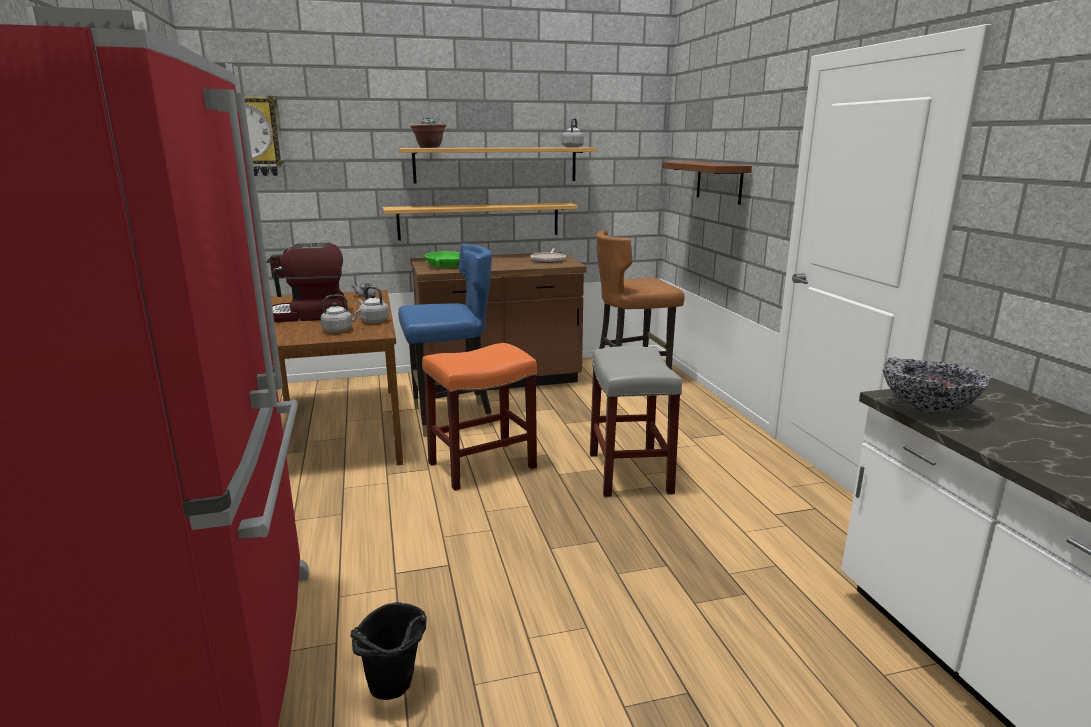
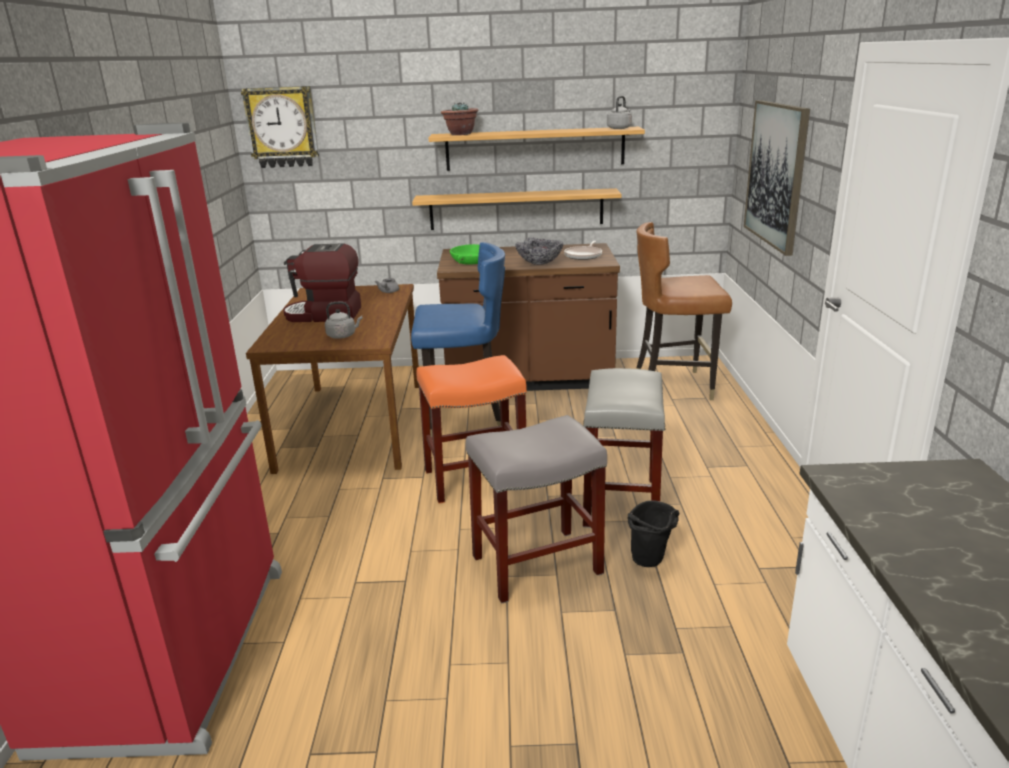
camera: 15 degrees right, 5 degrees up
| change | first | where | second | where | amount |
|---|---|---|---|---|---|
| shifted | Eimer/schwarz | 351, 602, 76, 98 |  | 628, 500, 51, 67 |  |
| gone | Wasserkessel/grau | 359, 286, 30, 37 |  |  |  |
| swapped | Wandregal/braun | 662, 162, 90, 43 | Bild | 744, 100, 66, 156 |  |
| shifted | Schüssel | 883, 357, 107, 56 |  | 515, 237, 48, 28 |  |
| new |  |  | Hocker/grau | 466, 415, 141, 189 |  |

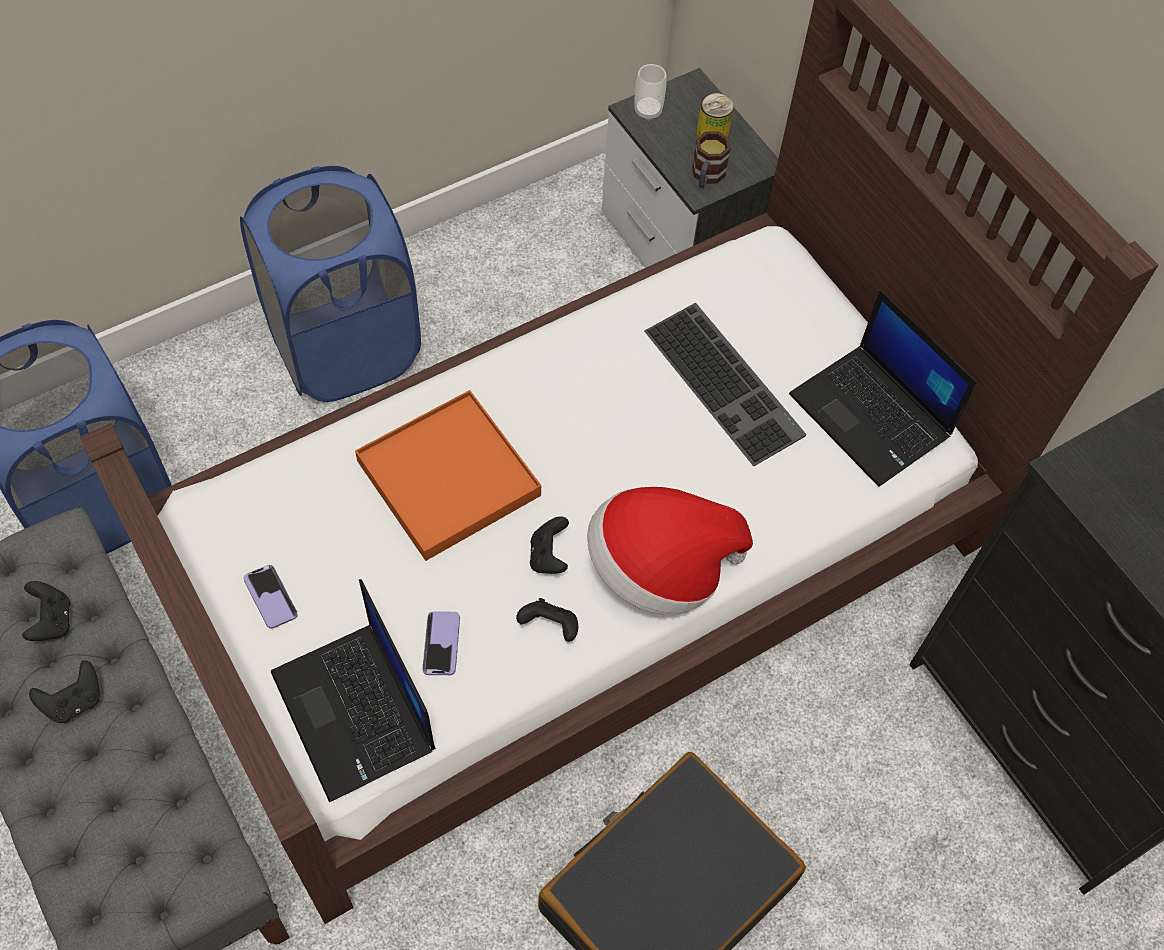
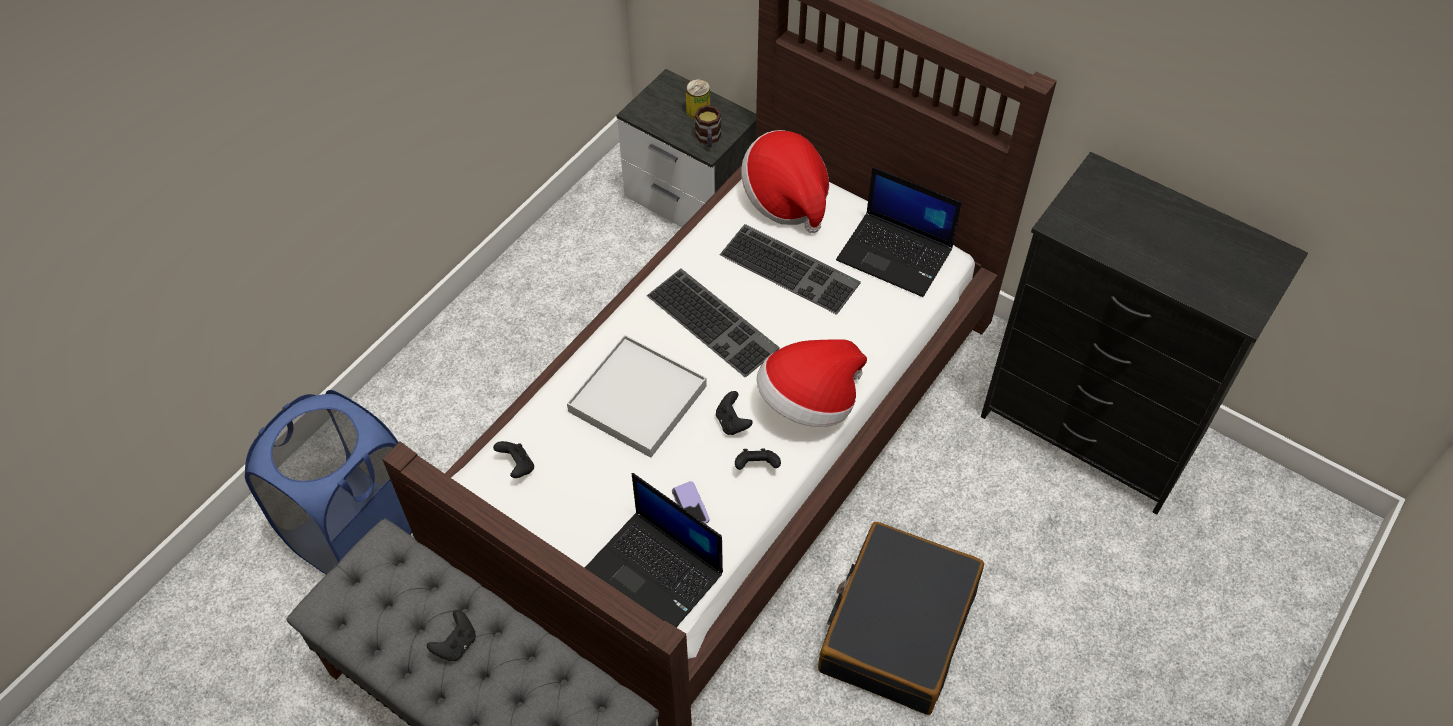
camera: 20 degrees left, 5 degrees down
| change | first | where | second | where | amount |
|---|---|---|---|---|---|
| shifted | Gamepad/schwarz | 22, 581, 48, 60 |  | 493, 441, 41, 37 |  |
| gone | Wäschekorb/blau | 240, 166, 181, 236 |  |  |  |
| gone | Handy | 244, 565, 54, 64 |  |  |  |
| repainted | Tablett/orange | 355, 390, 186, 171 | Tablett/weiß | 567, 335, 140, 123 |  |
| gone | Tasse | 634, 64, 33, 57 |  |  |  |
| new |  |  | Tastatur | 647, 269, 133, 108 |  |
| new |  |  | Hut | 741, 130, 88, 103 |  |

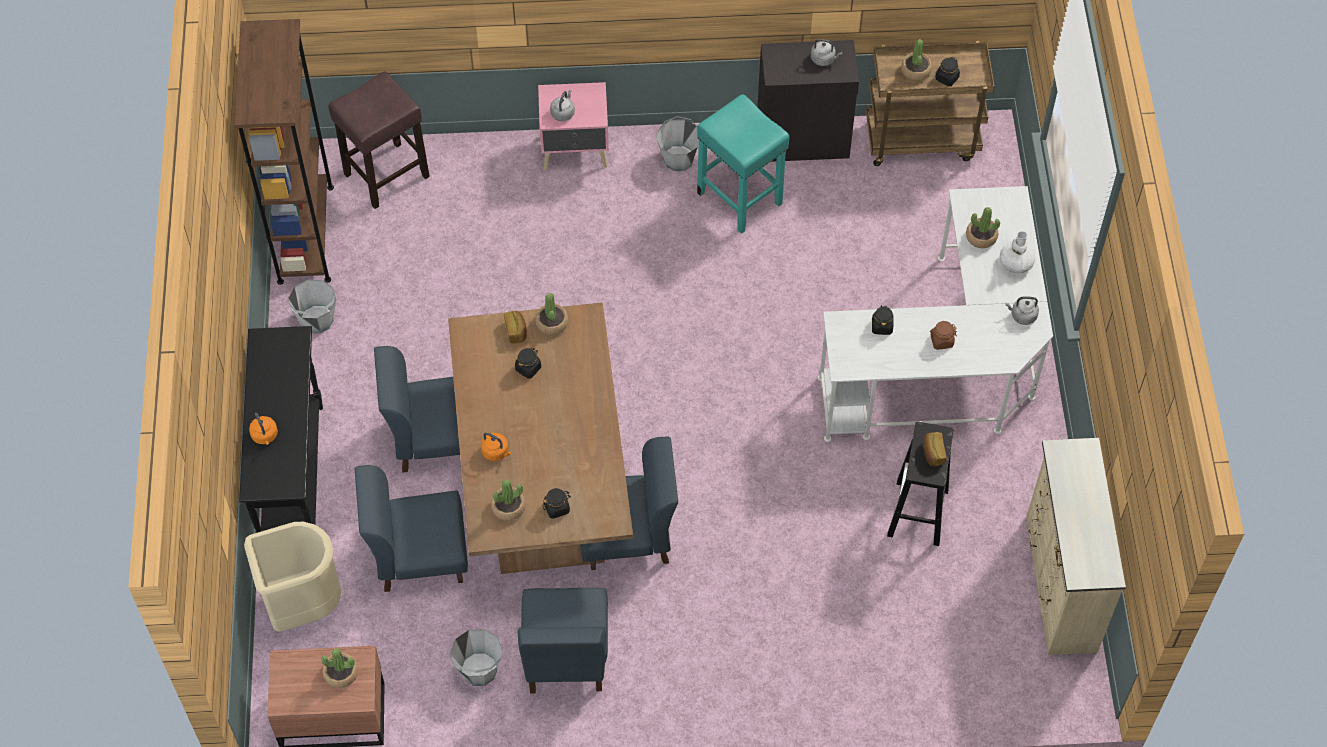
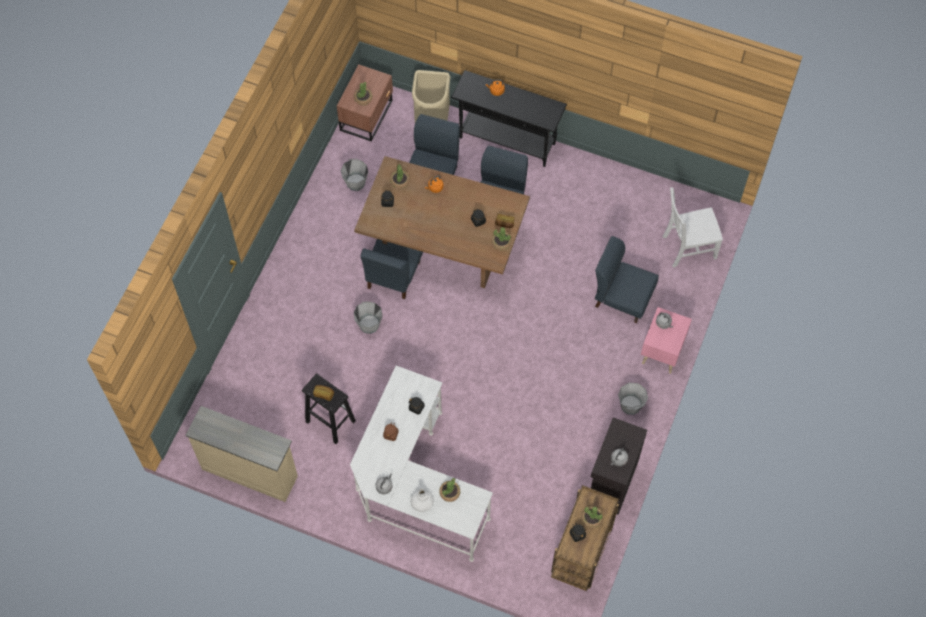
camera: 115 degrees right, 5 degrees up
| change | first | where | second | where | amount |
|---|---|---|---|---|---|
| gone | Bücherregal/braun | 234, 19, 100, 266 |  |  |  |
| shifted | Eimer/grau | 288, 280, 48, 53 |  | 354, 301, 29, 33 |  |
| swapped | Hocker/braun | 329, 71, 101, 138 | Stuhl/weiß | 663, 187, 60, 81 |  |
| shifted | Stuhl/blau | 518, 588, 90, 106 |  | 595, 236, 64, 87 |  |
| gone | Hocker/türkis | 697, 94, 92, 140 |  |  |  |

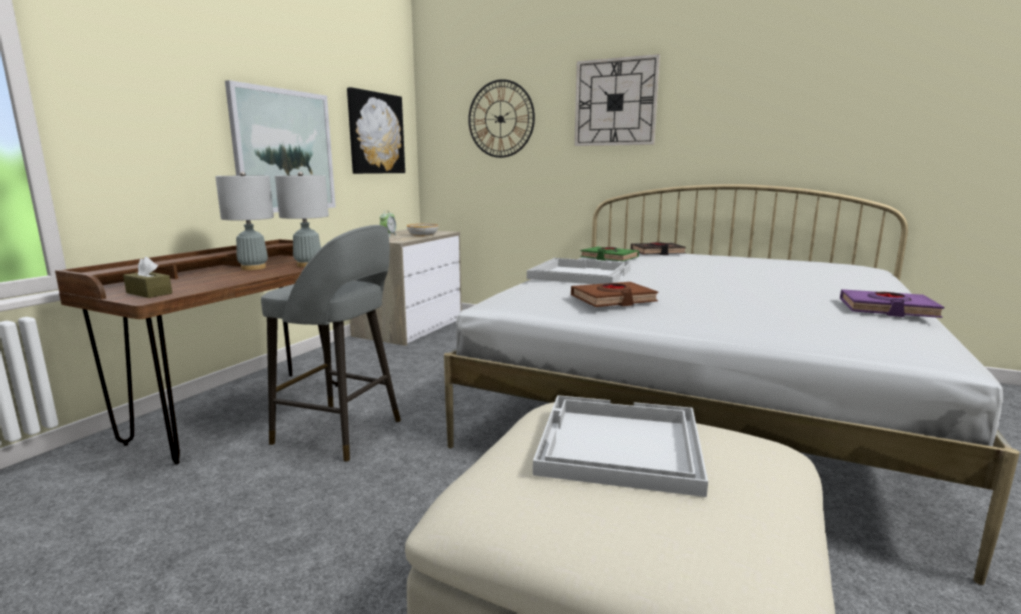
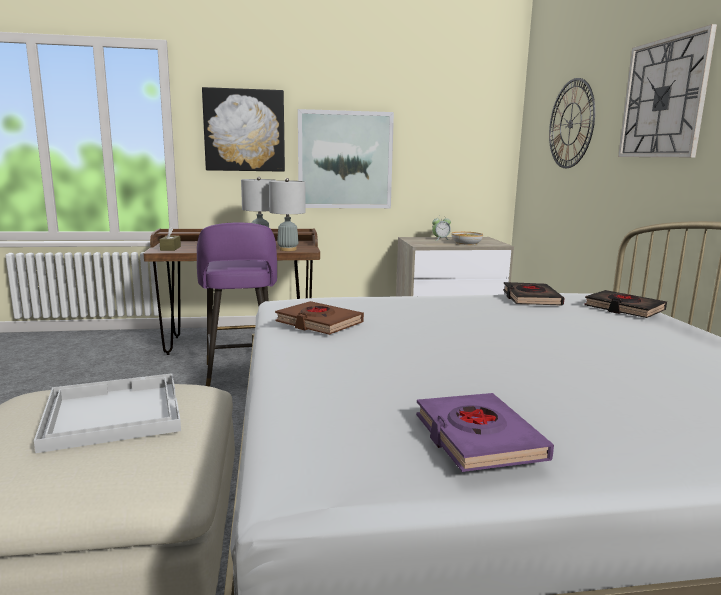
camera: 55 degrees right, 0 degrees up
| change | first | where | second | where | amount |
|---|---|---|---|---|---|
| repainted | Hocker/grau | 261, 225, 140, 237 | Hocker/lila | 197, 223, 80, 164 |  |
| shifted | Bild | 347, 87, 58, 87 |  | 202, 87, 83, 85 |  |
| gone | Tablett/weiß | 527, 258, 104, 26 |  |  |  |
| repainted | Buch/grün | 580, 247, 59, 14 | Buch/schwarz | 503, 282, 61, 23 |  |

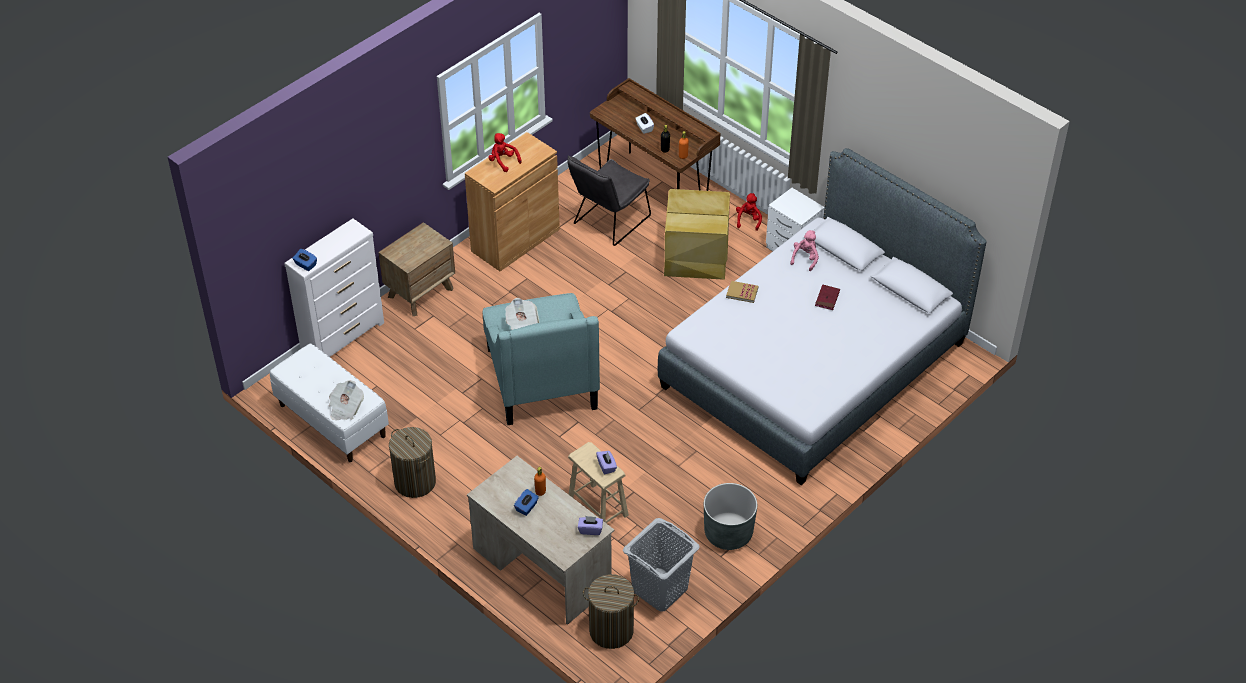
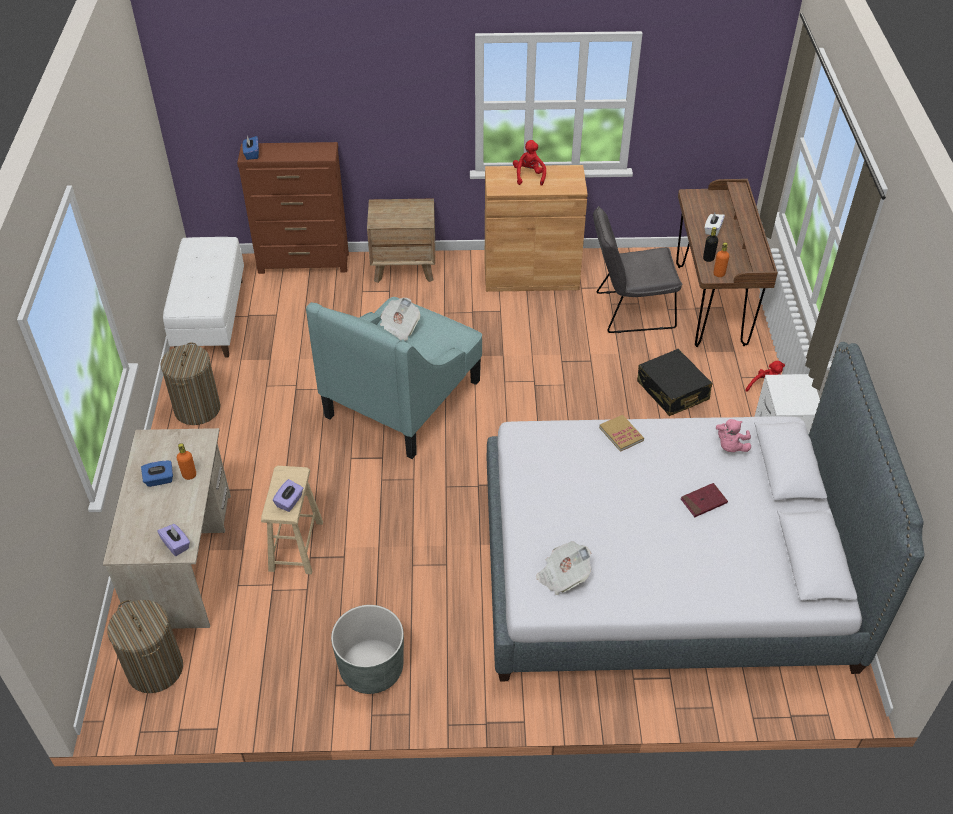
camera: 45 degrees right, 0 degrees up
| change | first | where | second | where | amount |
|---|---|---|---|---|---|
| repainted | Kommode/weiß | 284, 218, 100, 139 | Kommode/braun | 237, 142, 112, 132 |  |
| shifted | Zeitung | 329, 380, 35, 40 |  | 536, 541, 55, 54 |  |
| gone | Wäschekorb/grau | 623, 518, 77, 94 |  |  |  |
| swapped | Aufbewahrungsbox/beige | 664, 189, 66, 91 | Koffer/schwarz | 637, 349, 75, 67 |  |
| rotated | Plüschtier/rosa | 790, 230, 29, 41 |  | 716, 419, 35, 33 | 135 degrees clockwise |

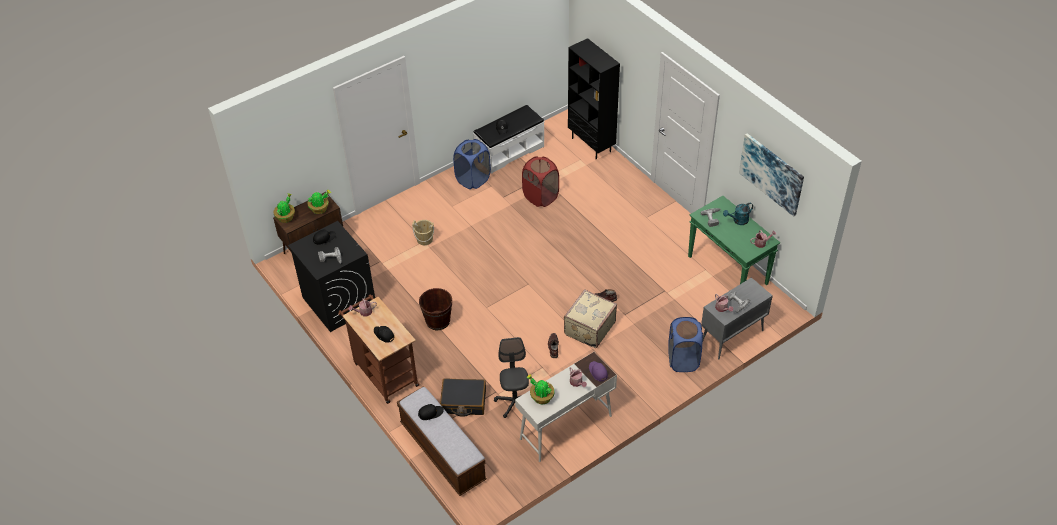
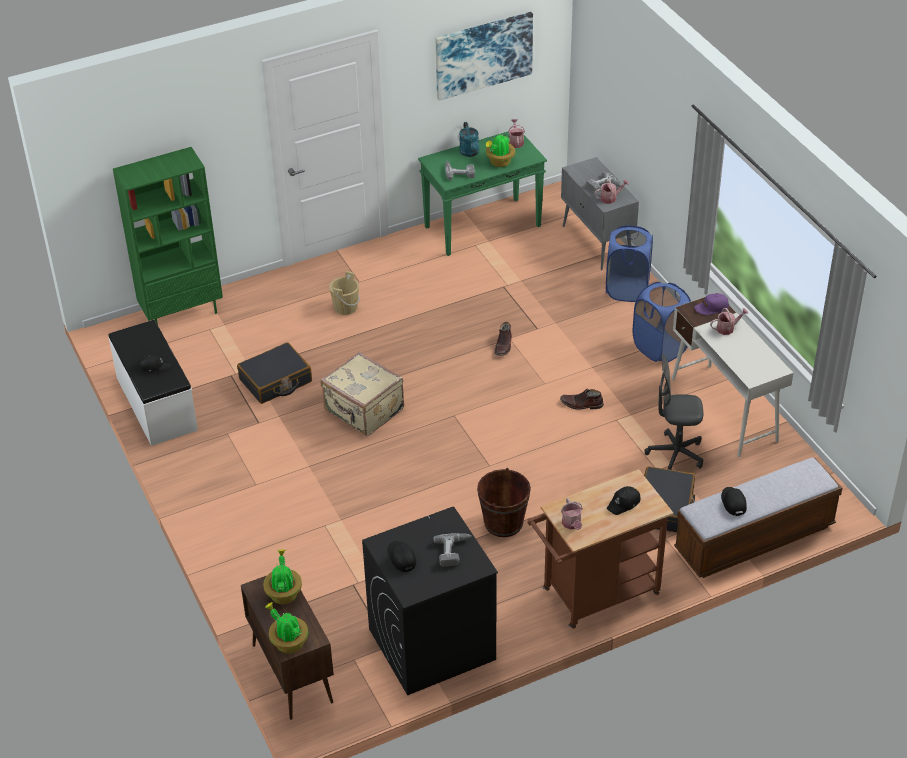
camera: 80 degrees left, 5 degrees down
| change | first | where | second | where | amount |
|---|---|---|---|---|---|
| shifted | Eimer/beige | 412, 220, 22, 25 |  | 329, 271, 31, 44 |  |
| shifted | Wäschekorb/blau | 453, 139, 38, 50 |  | 633, 282, 58, 80 |  |
| swapped | Wäschekorb/rot | 522, 156, 37, 51 | Koffer/schwarz | 237, 342, 75, 62 |  |
| shifted | Topfpflanze | 527, 374, 28, 30 |  | 486, 134, 29, 33 |  |
| shifted | Koffer/beige | 564, 289, 53, 59 |  | 321, 352, 83, 84 |  |
| repainted | Bücherregal/schwarz | 568, 38, 52, 122 | Bücherregal/grün | 113, 147, 110, 178 |  |

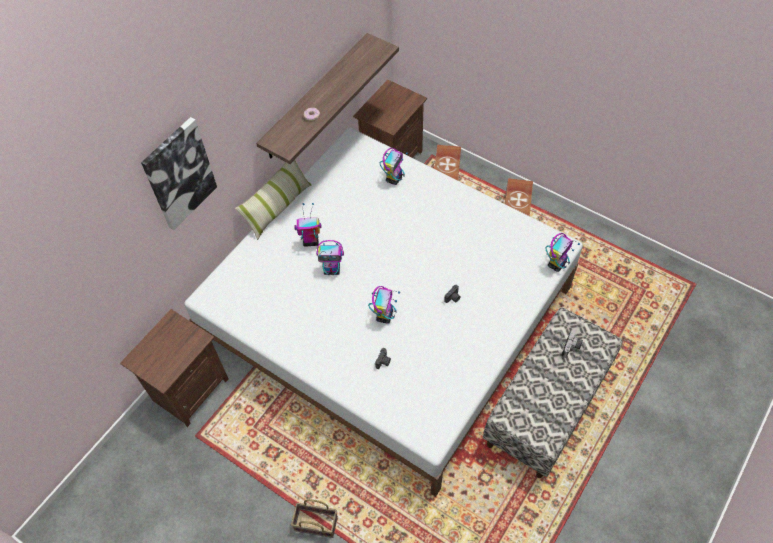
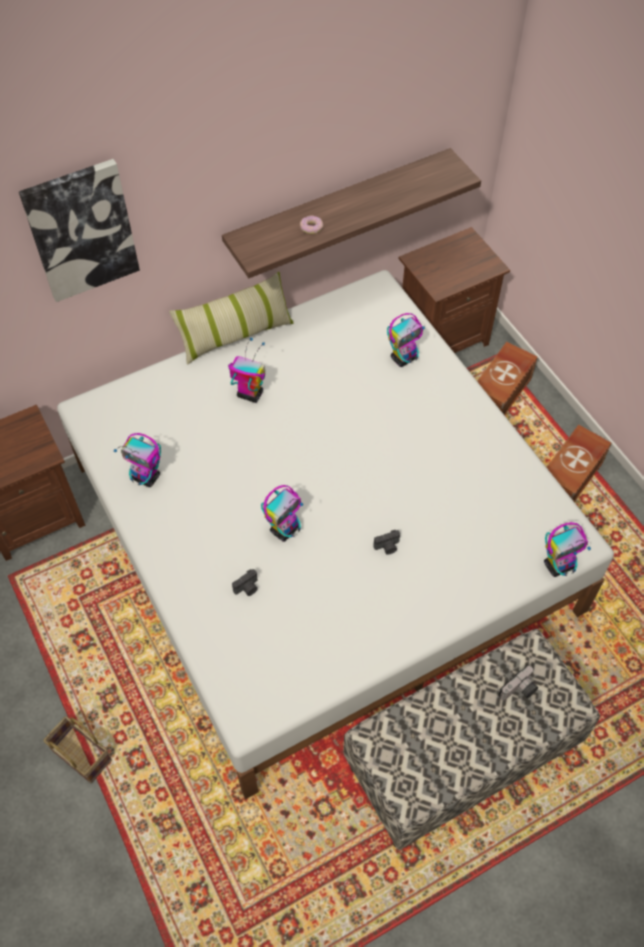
camera: 25 degrees right, 0 degrees up
| change | first | where | second | where | amount |
|---|---|---|---|---|---|
| shifted | Spielzeugroboter | 316, 240, 28, 35 |  | 114, 433, 47, 54 |  |

